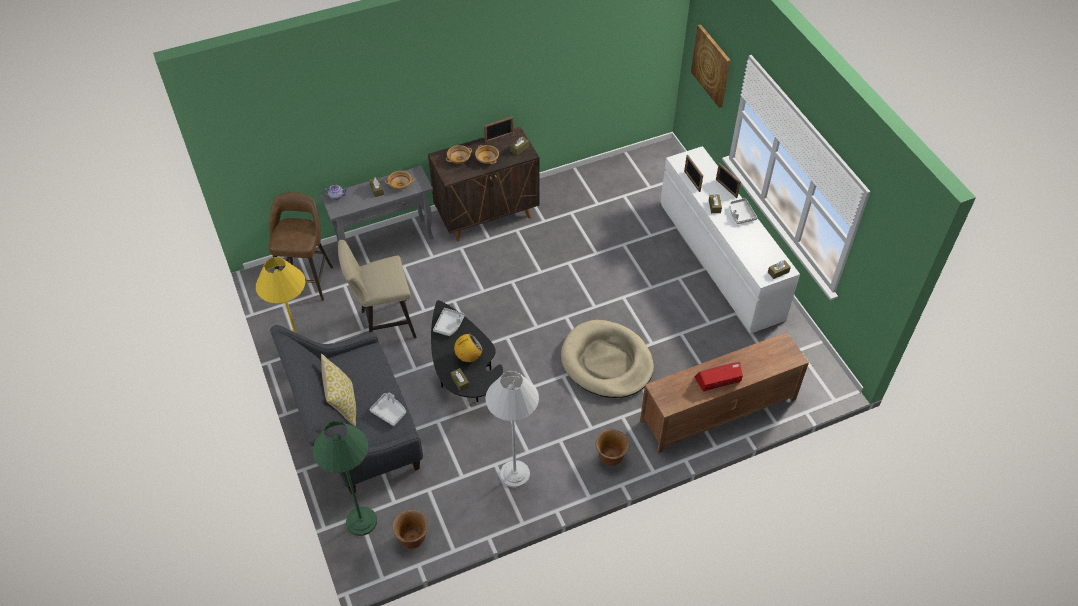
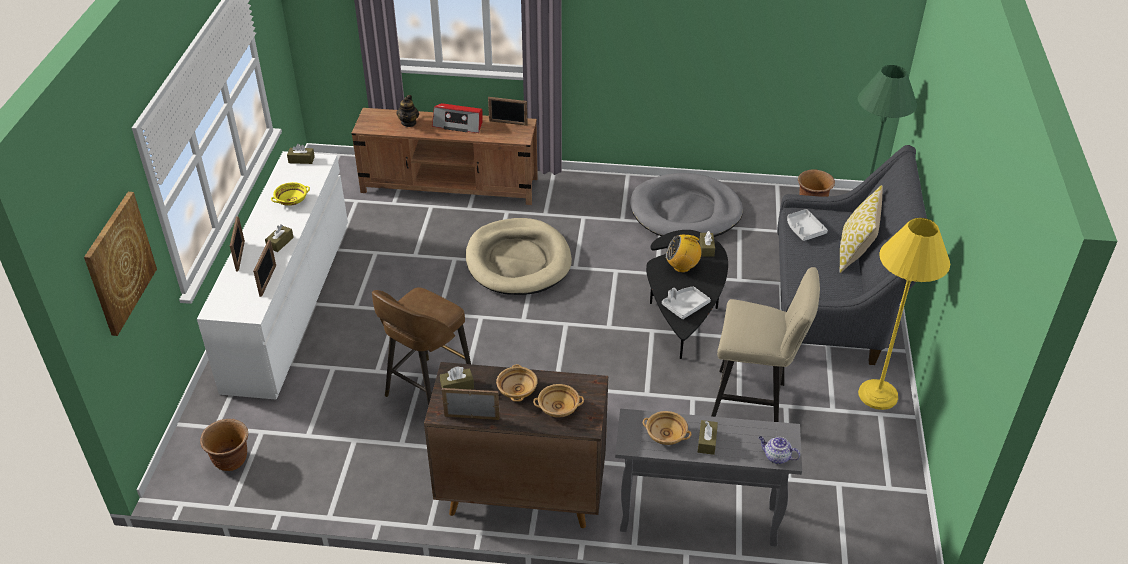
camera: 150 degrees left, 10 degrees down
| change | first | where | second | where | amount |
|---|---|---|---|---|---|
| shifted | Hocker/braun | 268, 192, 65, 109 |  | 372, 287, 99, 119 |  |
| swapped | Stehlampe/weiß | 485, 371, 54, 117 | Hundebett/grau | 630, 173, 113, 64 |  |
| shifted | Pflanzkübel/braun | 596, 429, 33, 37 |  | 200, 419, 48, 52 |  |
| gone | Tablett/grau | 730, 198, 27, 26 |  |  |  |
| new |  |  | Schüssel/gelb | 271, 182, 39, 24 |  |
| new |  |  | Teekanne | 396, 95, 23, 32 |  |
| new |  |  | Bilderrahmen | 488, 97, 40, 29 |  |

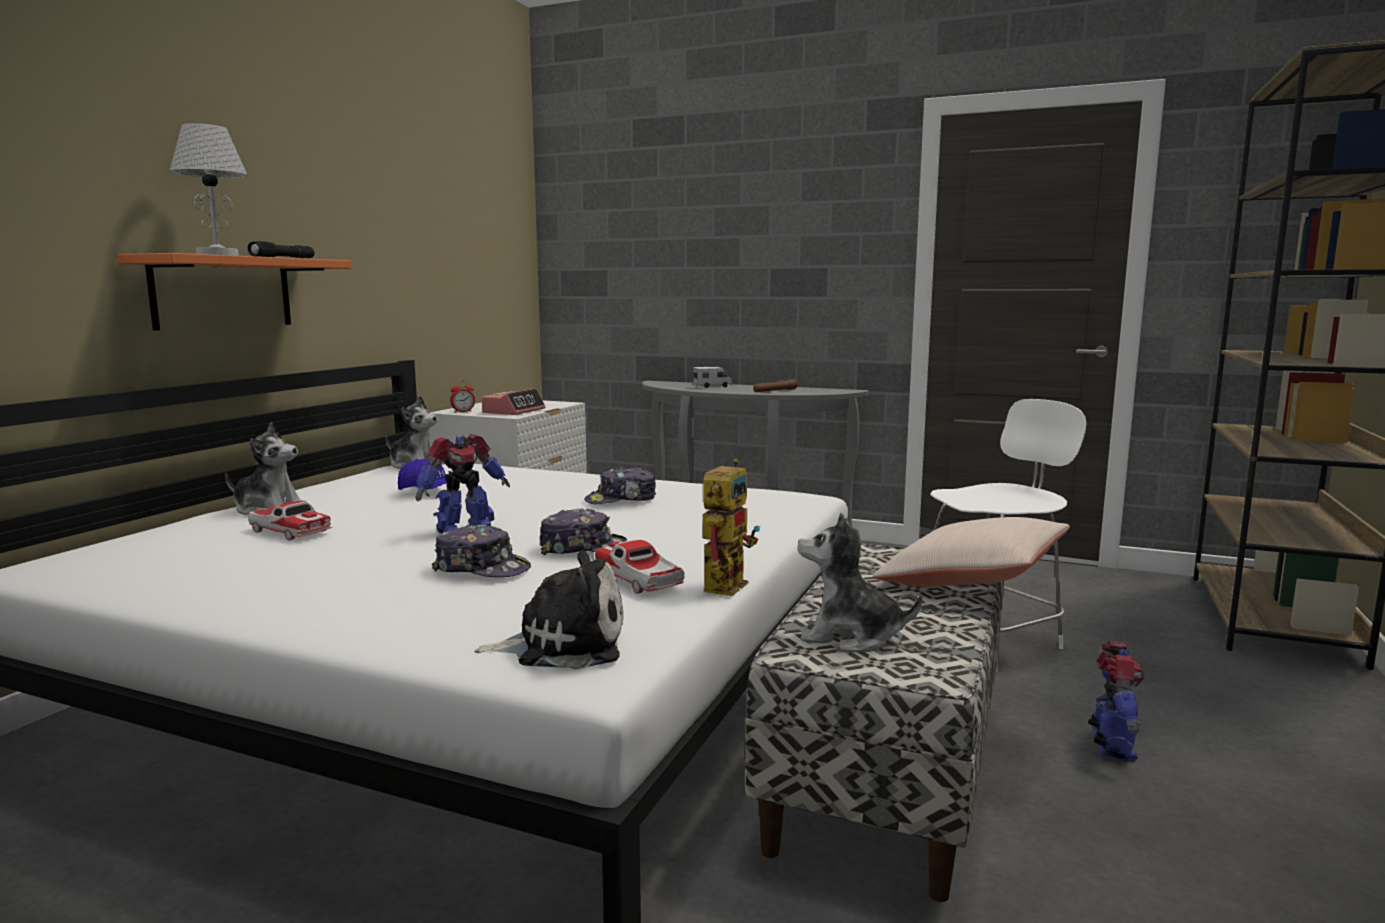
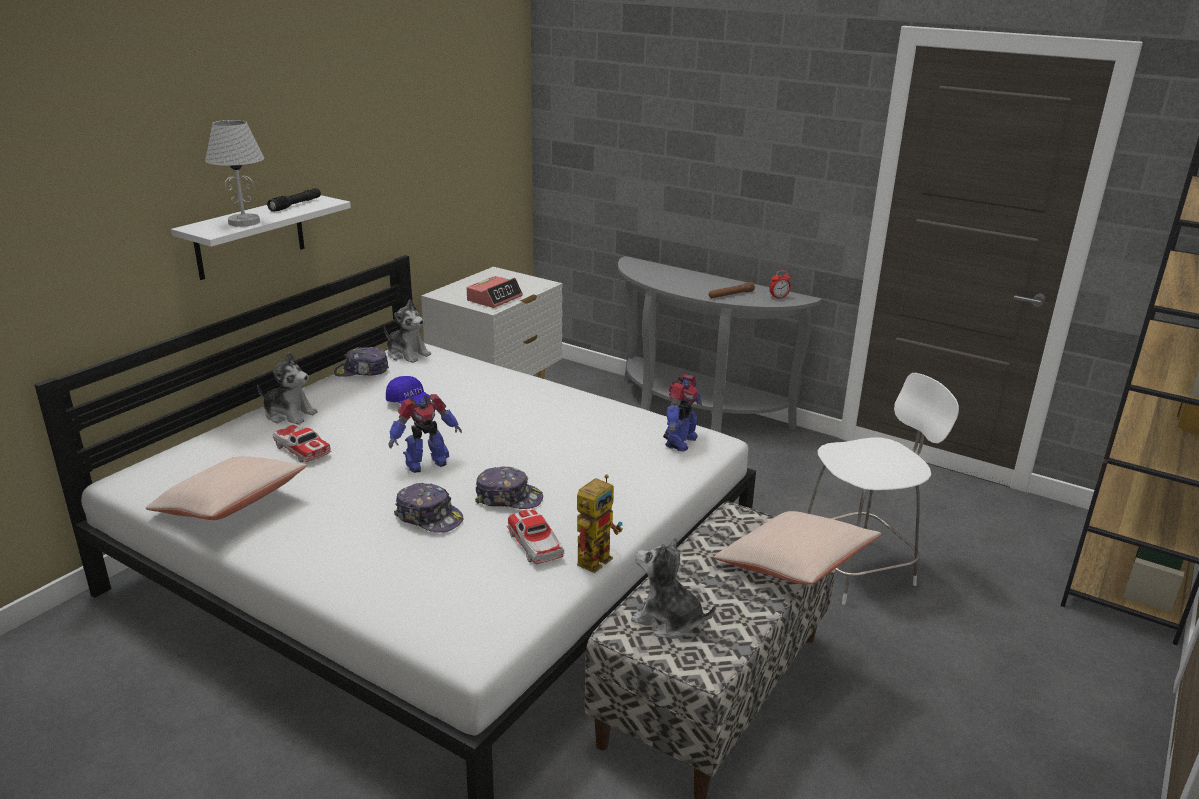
camera: 10 degrees right, 15 degrees up
| change | first | where | second | where | amount |
|---|---|---|---|---|---|
| repainted | Wandregal/orange | 117, 253, 235, 78 | Wandregal/weiß | 171, 195, 180, 85 |  |
| shifted | Wecker | 450, 380, 25, 33 |  | 769, 270, 22, 29 |  |
| gone | Plüschtier | 474, 550, 150, 120 |  |  |  |
| shifted | Kappe | 584, 467, 72, 37 |  | 334, 347, 55, 30 |  |
| gone | Spielzeuglaster | 693, 367, 39, 21 |  |  |  |
| shifted | Spielzeugroboter | 1088, 641, 56, 121 |  | 663, 374, 39, 77 |  |
| new |  |  | Kissen/beige | 145, 456, 162, 64 |  |

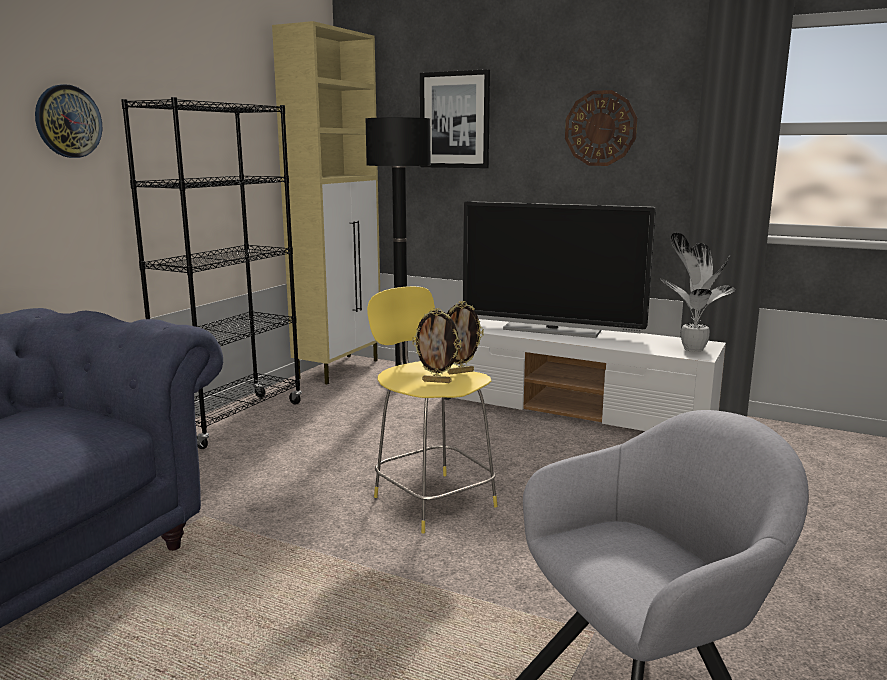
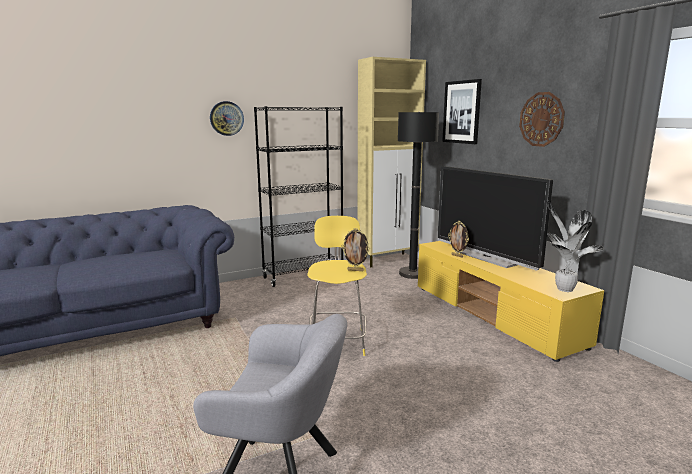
camera: 35 degrees right, 0 degrees up
| change | first | where | second | where | amount |
|---|---|---|---|---|---|
| shifted | Bilderrahmen | 412, 308, 50, 75 |  | 448, 221, 21, 37 |  |
| repainted | Fernsehschrank/weiß | 445, 319, 281, 112 | Fernsehschrank/gelb | 418, 241, 186, 121 |  |

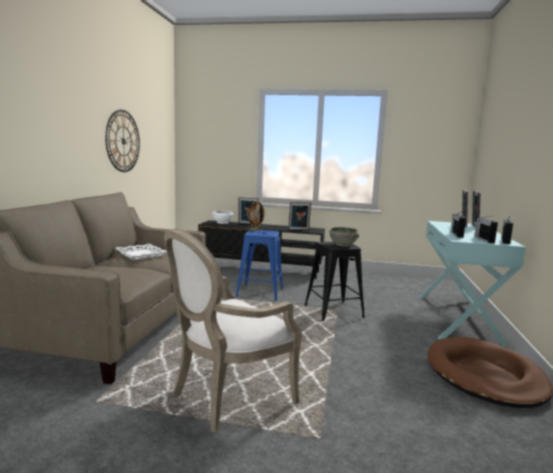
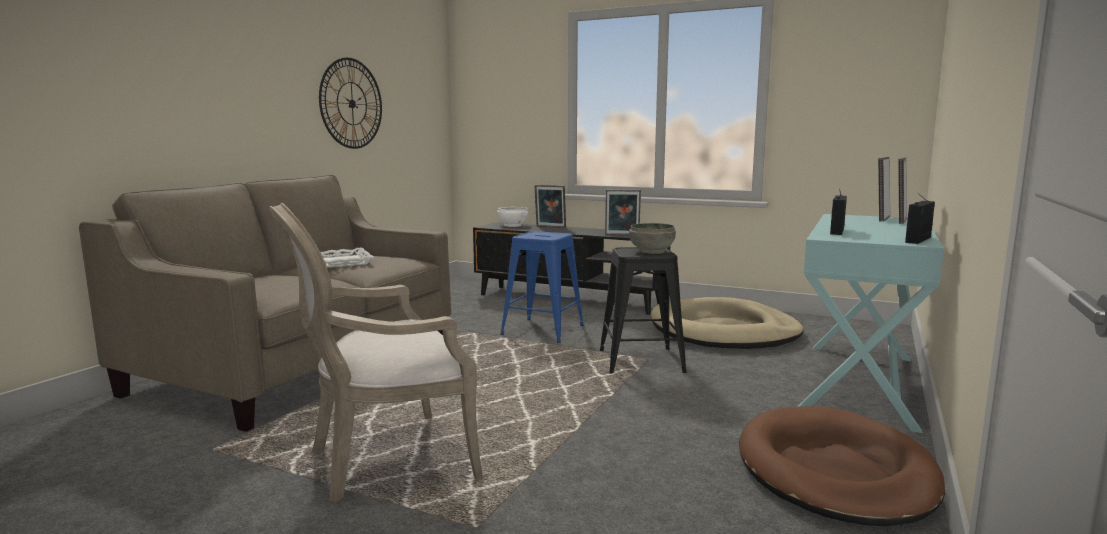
camera: 15 degrees right, 0 degrees up
| change | first | where | second | where | amount |
|---|---|---|---|---|---|
| gone | Bilderrahmen | 247, 200, 19, 31 |  |  |  |
| gone | Radio | 474, 216, 24, 27 |  |  |  |
| new |  |  | Hundebett/beige | 651, 297, 153, 52 |  |

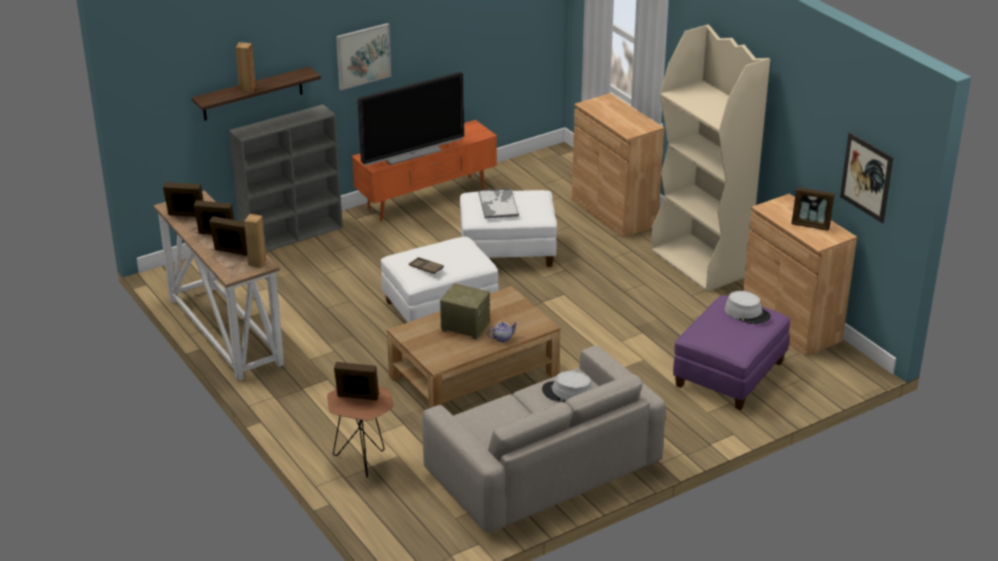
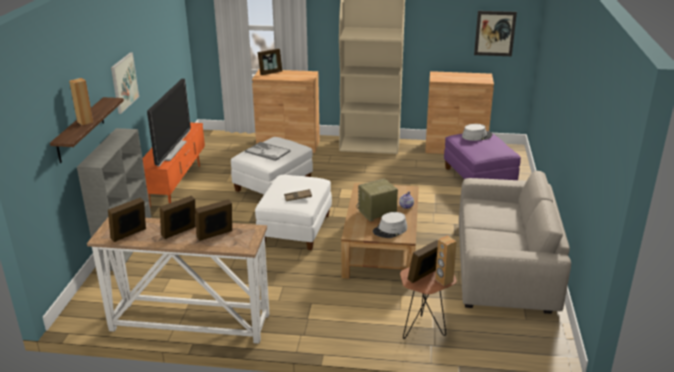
camera: 50 degrees left, 5 degrees down
| change | first | where | second | where | amount |
|---|---|---|---|---|---|
| shifted | Lautsprecher/braun | 244, 214, 22, 54 |  | 435, 235, 22, 51 |  |
| shifted | Hut/grau | 542, 371, 50, 31 |  | 373, 212, 34, 26 |  |
| shifted | Bilderrahmen | 791, 187, 44, 44 |  | 258, 49, 24, 26 |  |

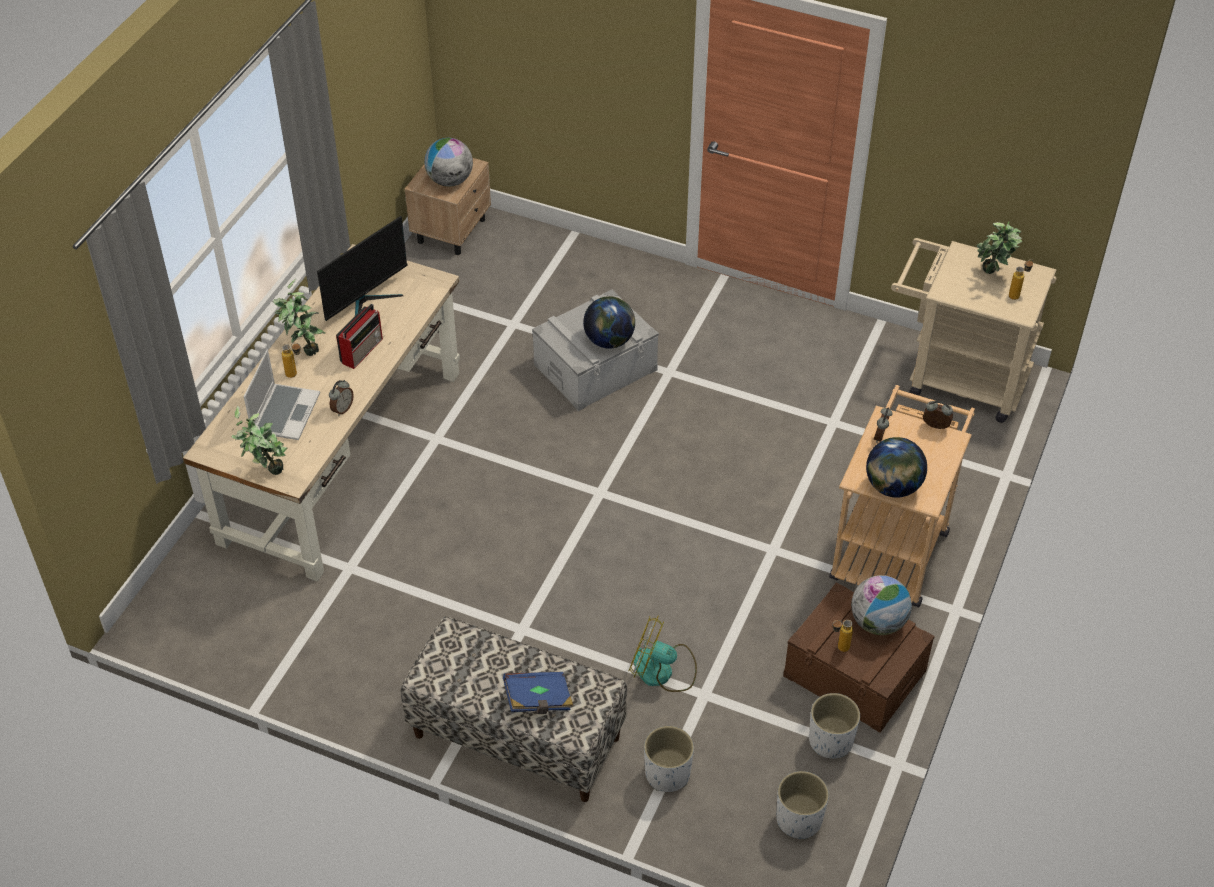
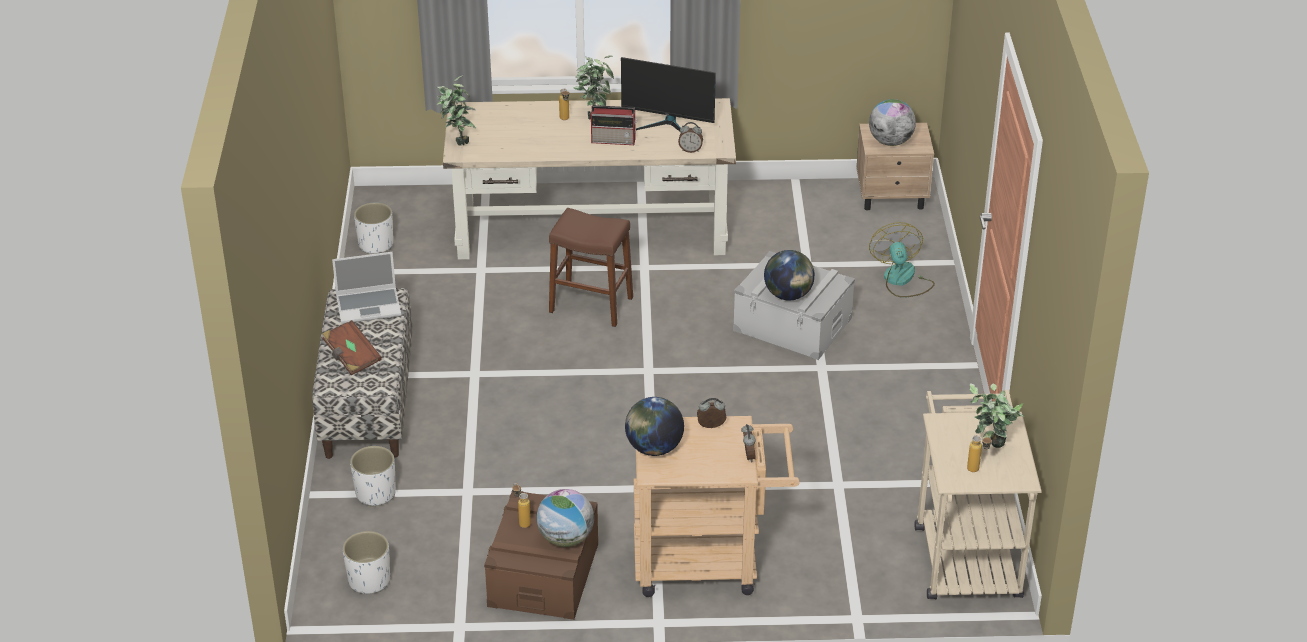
camera: 65 degrees right, 10 degrees down
| change | first | where | second | where | amount |
|---|---|---|---|---|---|
| shifted | Laptop | 244, 350, 76, 90 |  | 332, 252, 69, 72 |  |
| shifted | Wecker | 329, 380, 25, 36 |  | 678, 122, 25, 31 |  |
| repainted | Buch/blau | 503, 672, 70, 42 | Buch/braun | 322, 320, 60, 55 |  |
| shifted | Ventilator | 628, 615, 69, 77 |  | 869, 222, 66, 76 |  |
| shifted | Pflanzkübel/weiß | 809, 693, 51, 66 |  | 354, 203, 39, 51 |  |
| new |  |  | Hocker/braun | 549, 208, 84, 119 |  |

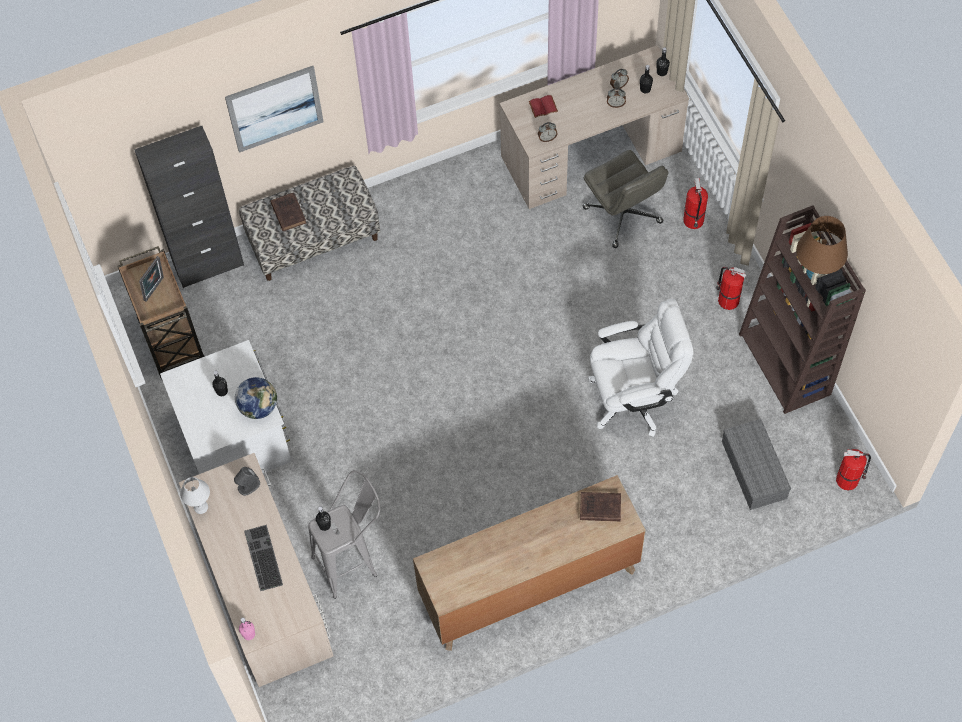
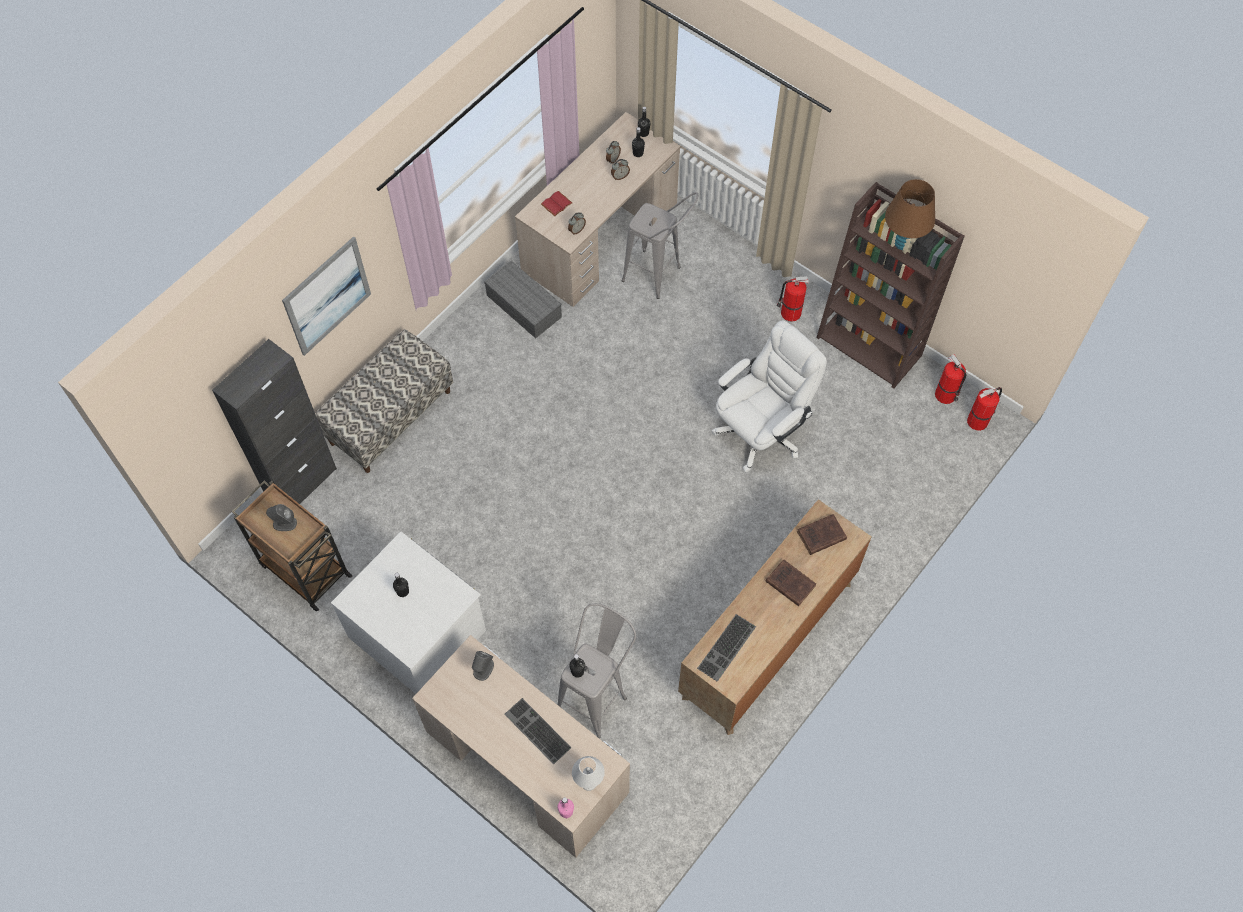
camera: 30 degrees left, 0 degrees up
| change | first | where | second | where | amount |
|---|---|---|---|---|---|
| swapped | Bilderrahmen | 139, 256, 25, 46 | Lautsprecher/grau | 266, 504, 31, 27 |  |
| shifted | Tischlampe/weiß | 180, 477, 30, 37 |  | 572, 756, 33, 35 |  |
| gone | Globus | 235, 377, 42, 42 |  |  |  |
| shifted | Buch/braun | 270, 192, 36, 39 |  | 766, 559, 50, 47 |  |
| swapped | Bürostuhl/grau | 583, 150, 85, 98 | Hocker/grau | 622, 192, 76, 107 |  |
| shifted | Feuerlöscher | 683, 178, 25, 51 |  | 935, 354, 31, 50 |  |
| shifted | Aufbewahrungsbox/grau | 722, 419, 69, 91 |  | 484, 261, 78, 77 |  |
| new |  |  | Tastatur | 697, 614, 59, 68 |  |

